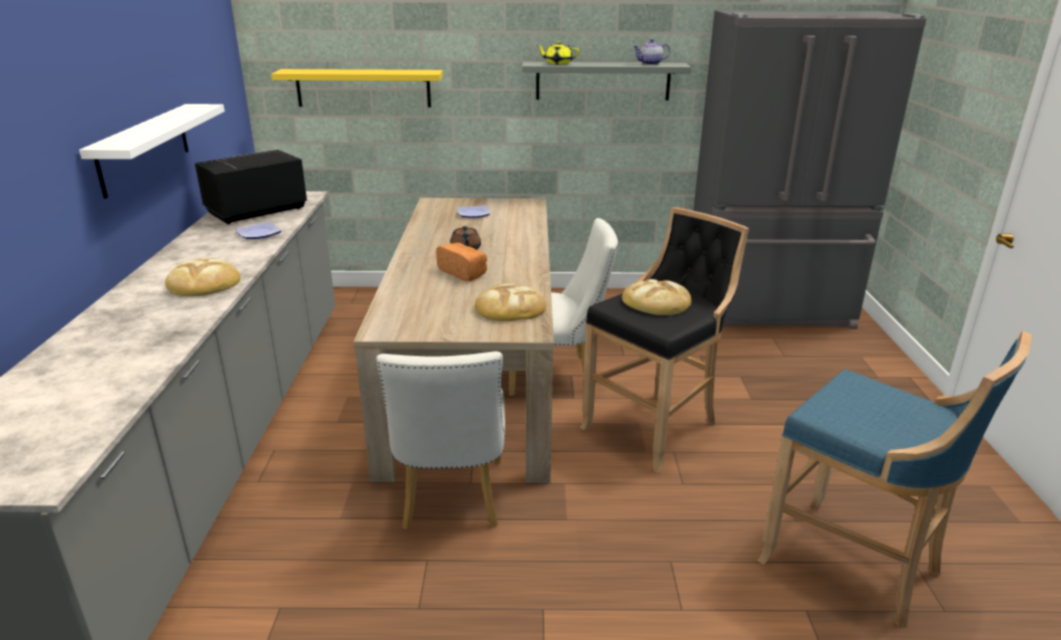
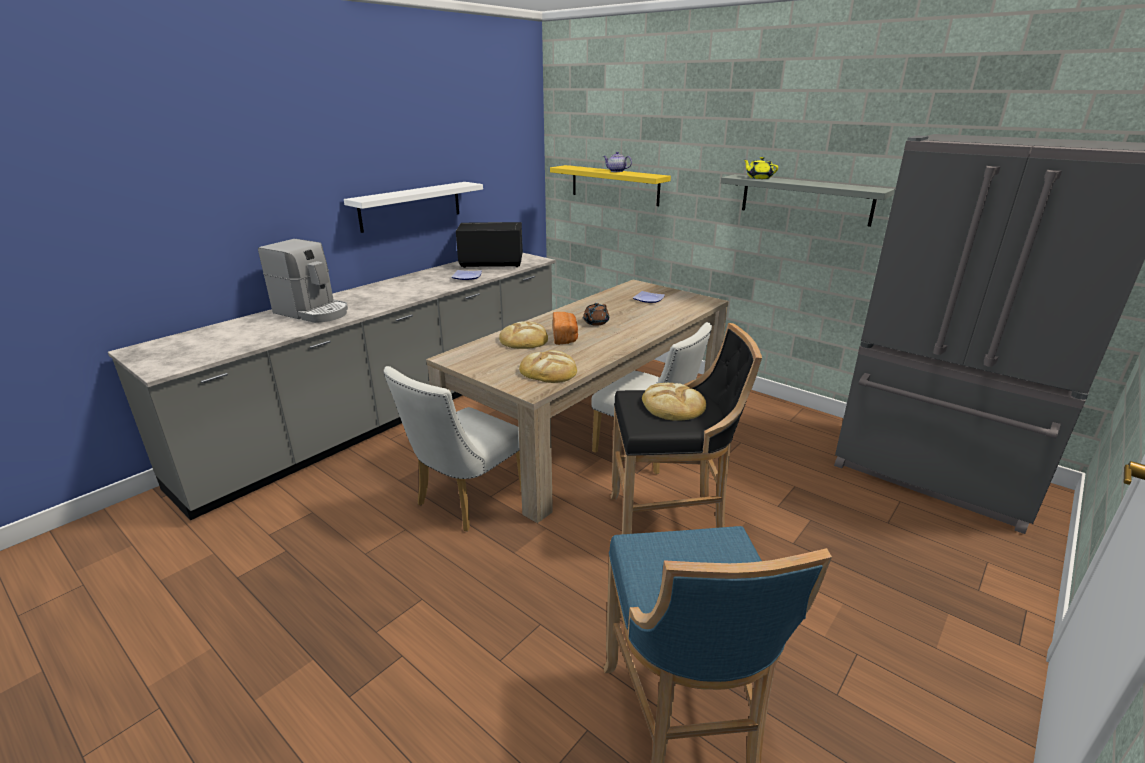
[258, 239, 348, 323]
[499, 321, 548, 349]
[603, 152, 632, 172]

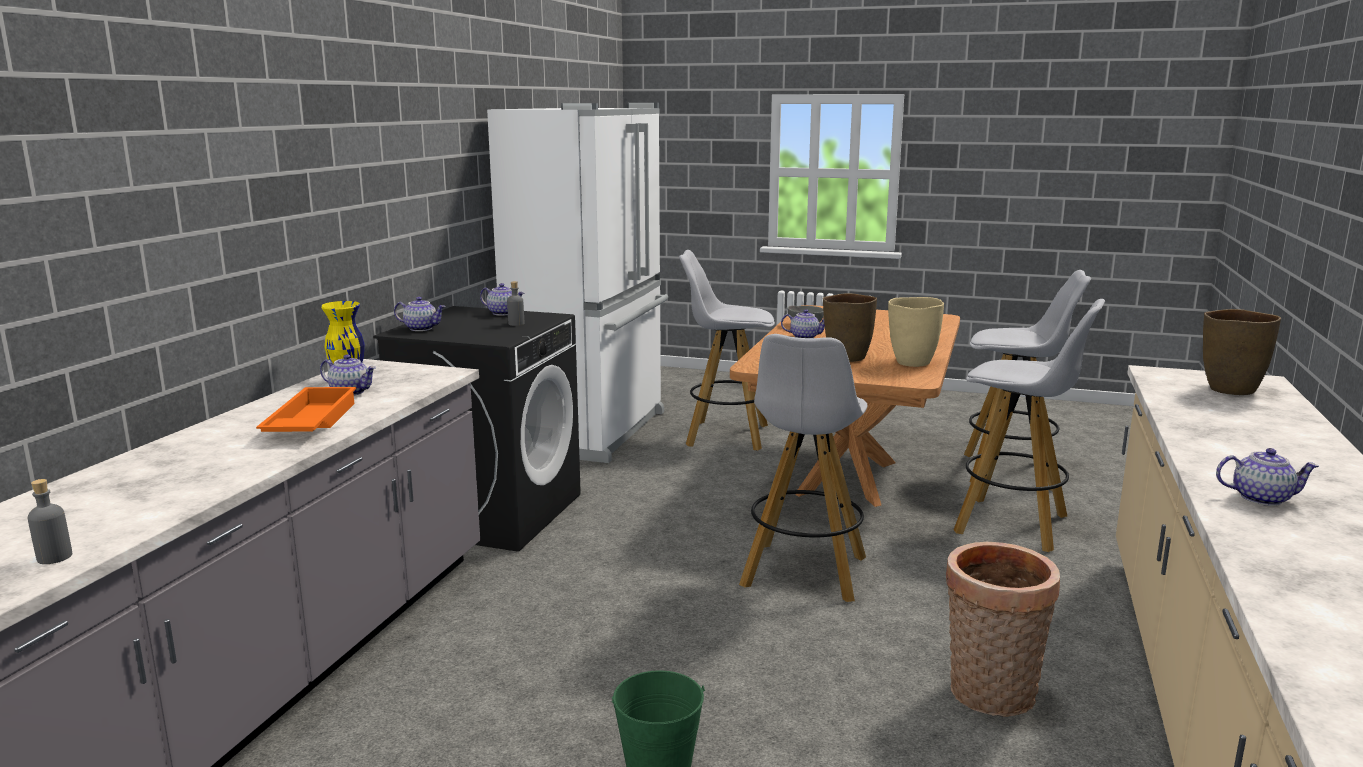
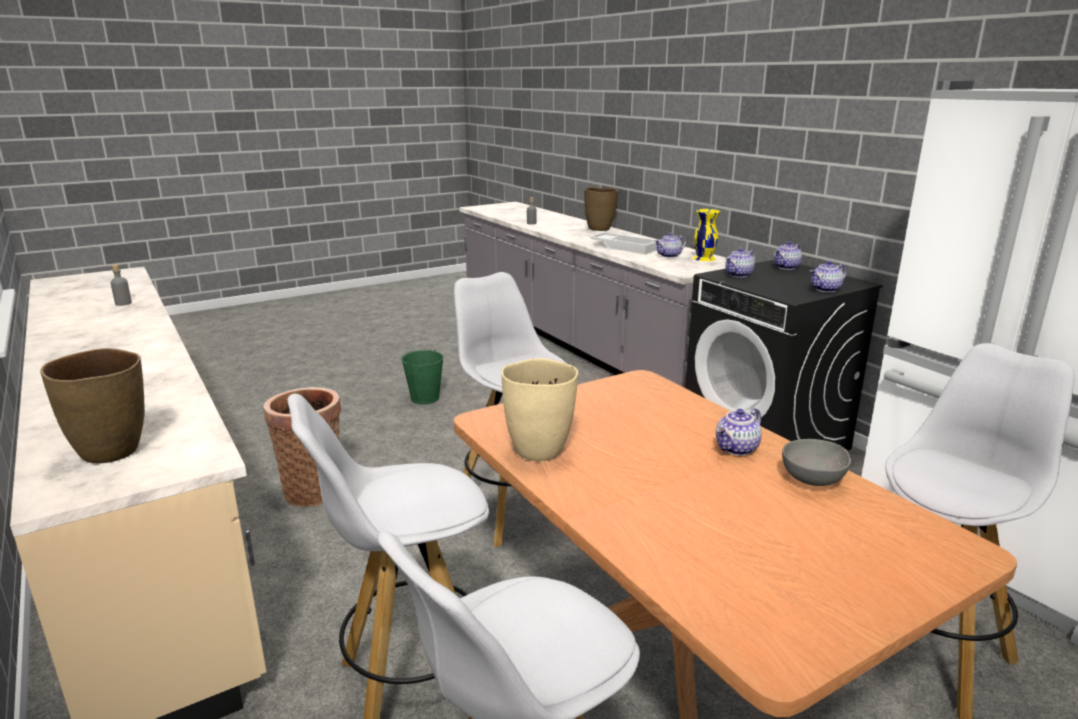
[111, 264, 132, 306]
[584, 187, 618, 231]
[725, 248, 755, 277]
[589, 232, 660, 254]

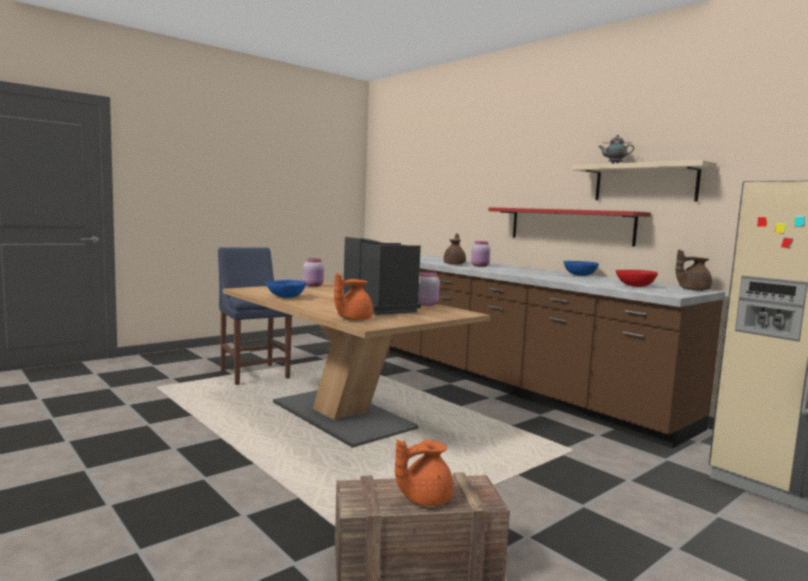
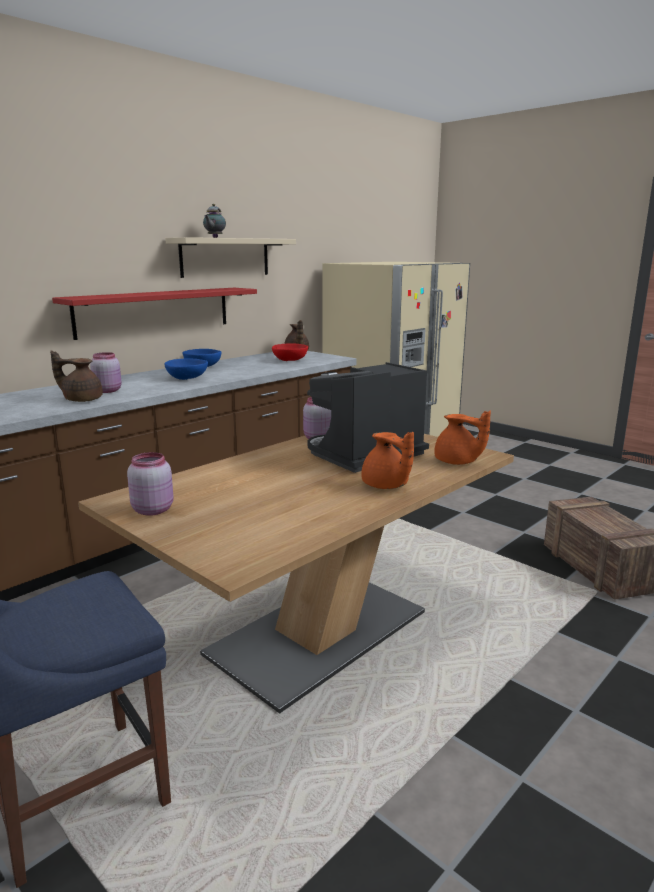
[164, 358, 208, 380]
[361, 432, 414, 489]

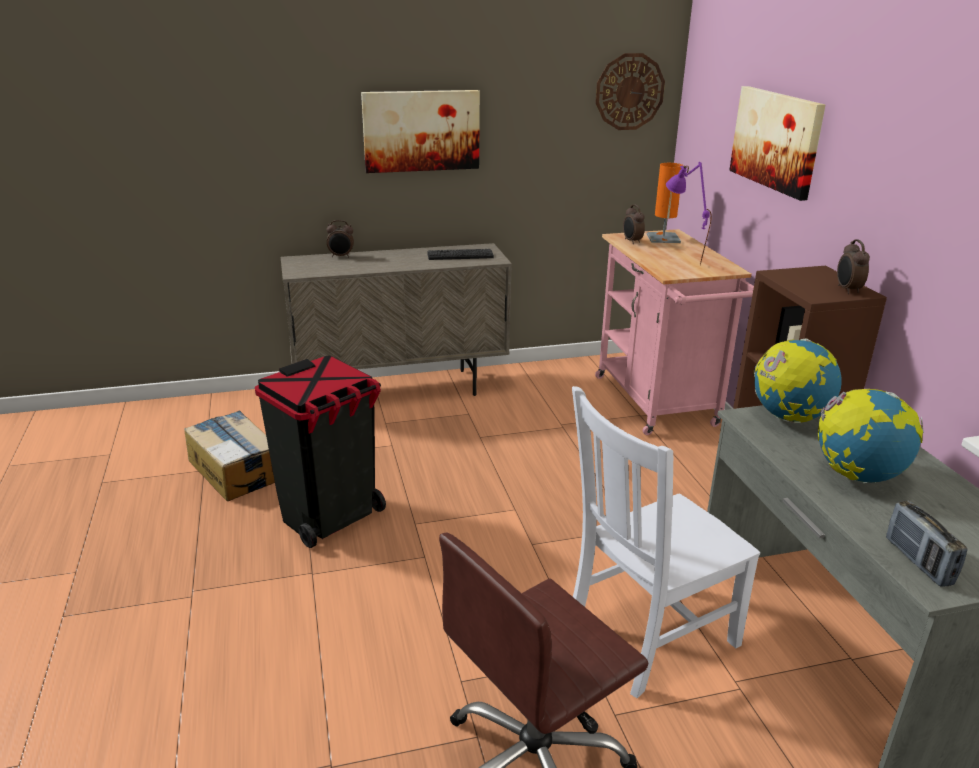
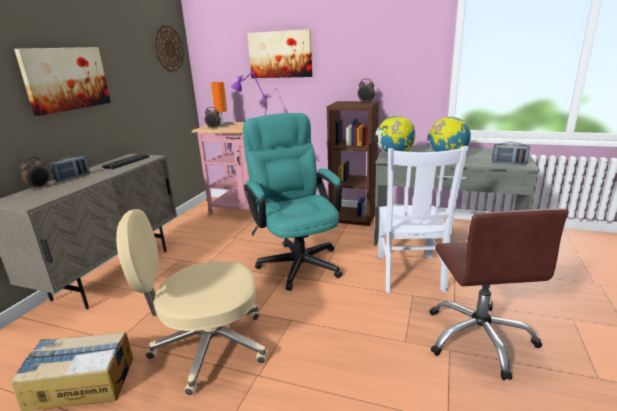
[50, 155, 90, 181]
[243, 113, 342, 291]
[116, 209, 266, 396]

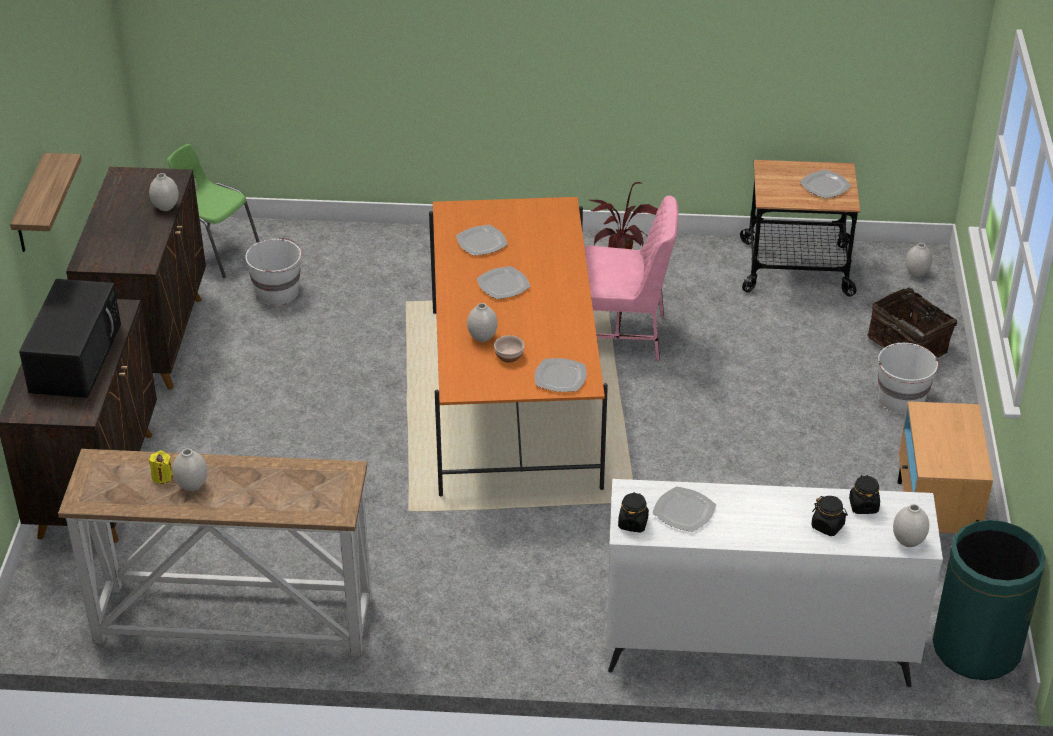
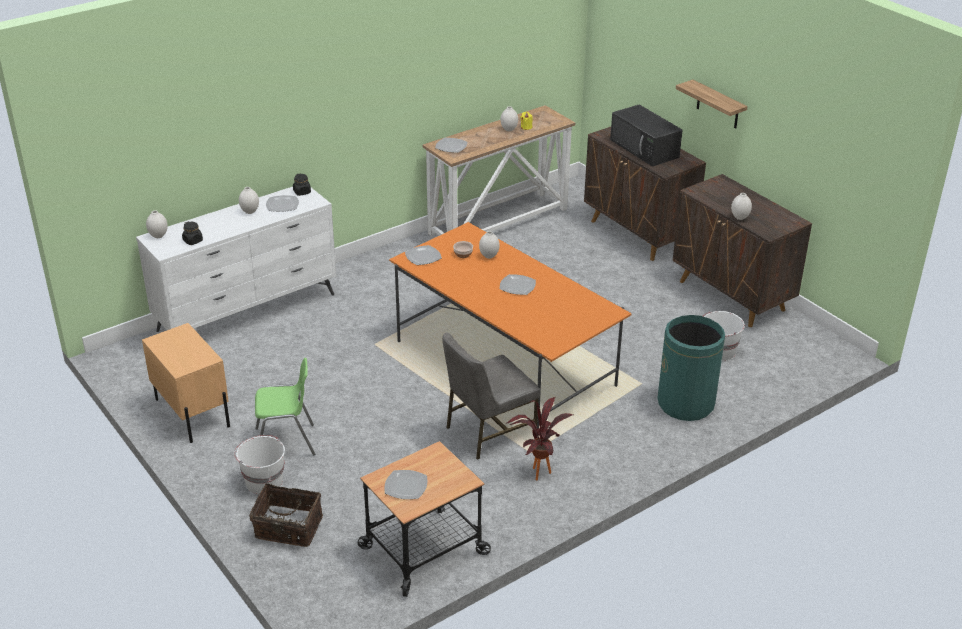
[811, 496, 848, 536] (first image)
[255, 358, 315, 455]
[435, 138, 467, 153]
[239, 187, 259, 214]
[658, 315, 725, 421]
[442, 333, 541, 460]

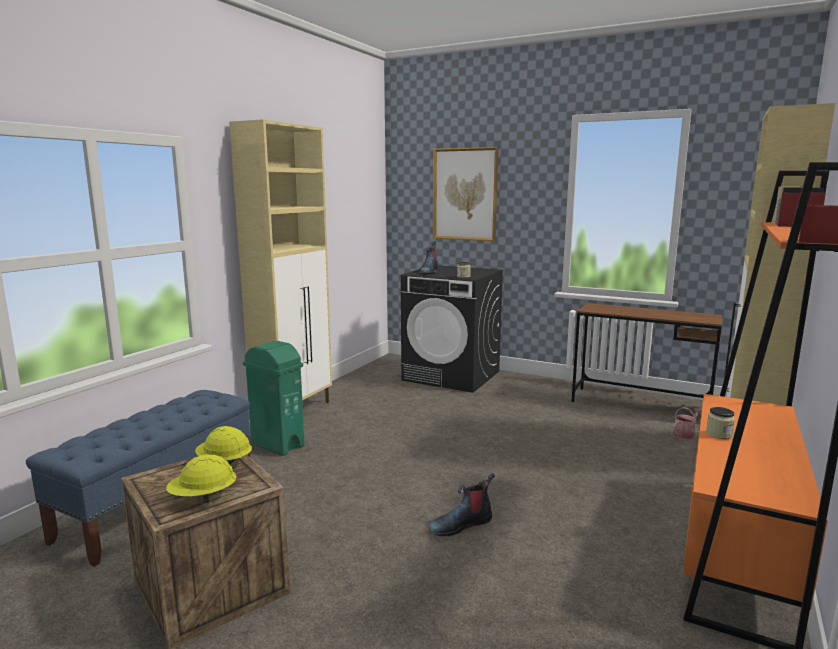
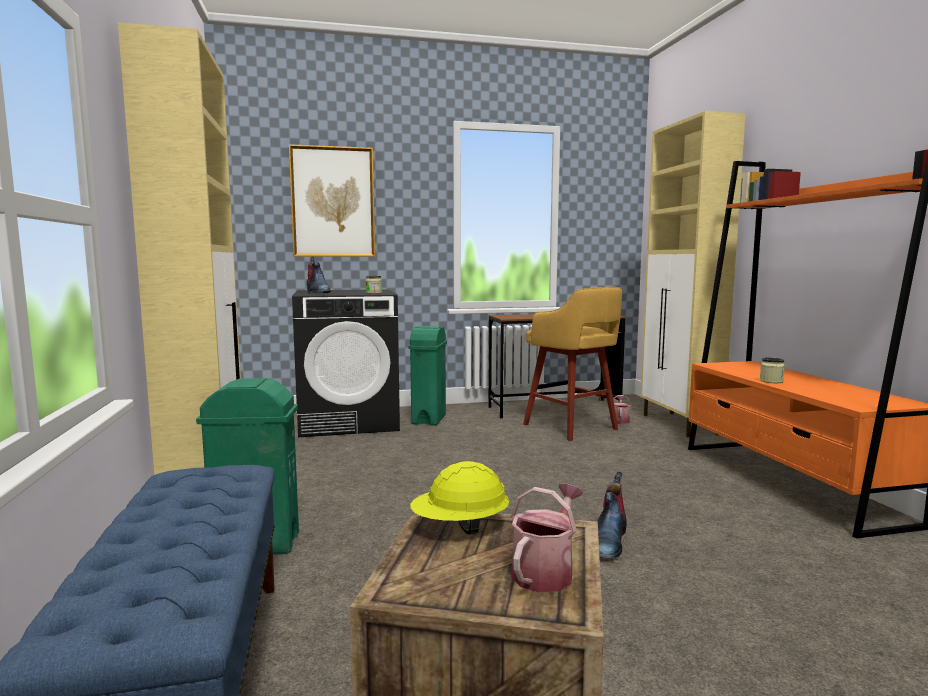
[408, 326, 447, 425]
[523, 287, 622, 441]
[511, 483, 583, 593]

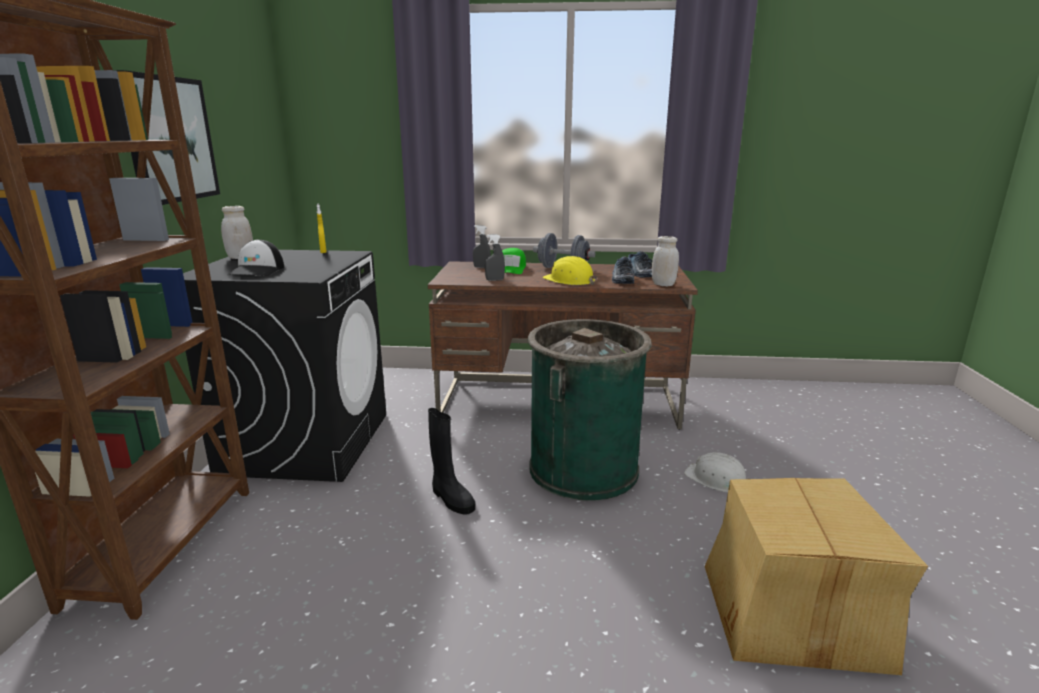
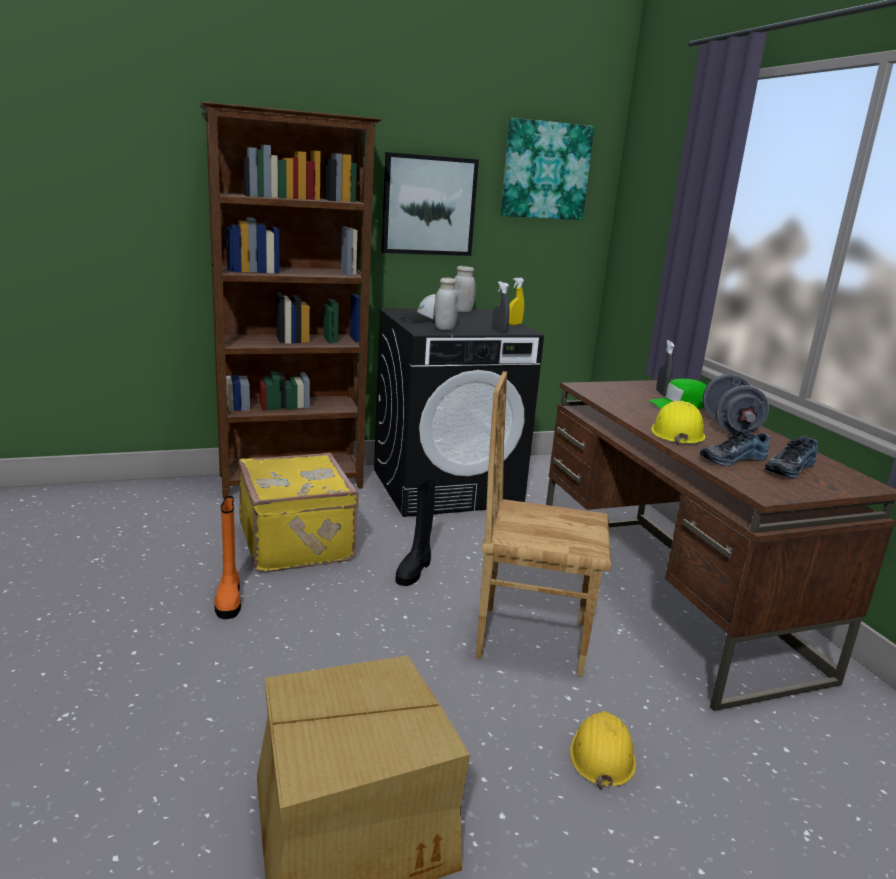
[214, 496, 241, 619]
[239, 453, 359, 572]
[501, 118, 594, 220]
[492, 281, 510, 333]
[434, 277, 458, 330]
[476, 371, 611, 676]
[570, 711, 636, 790]

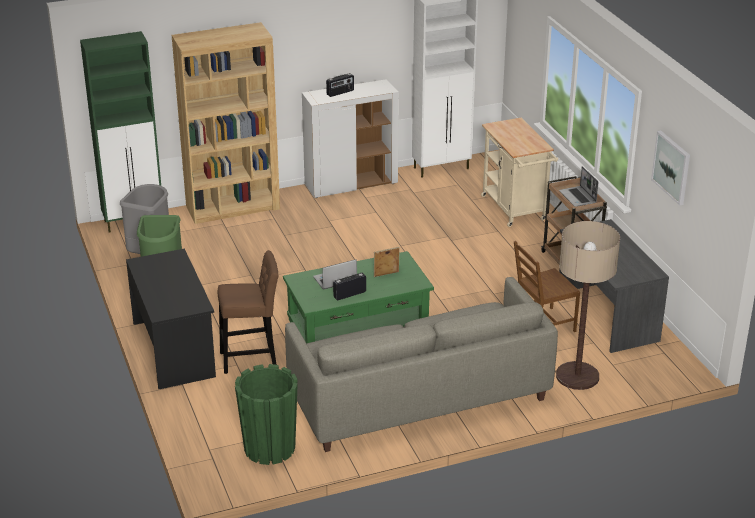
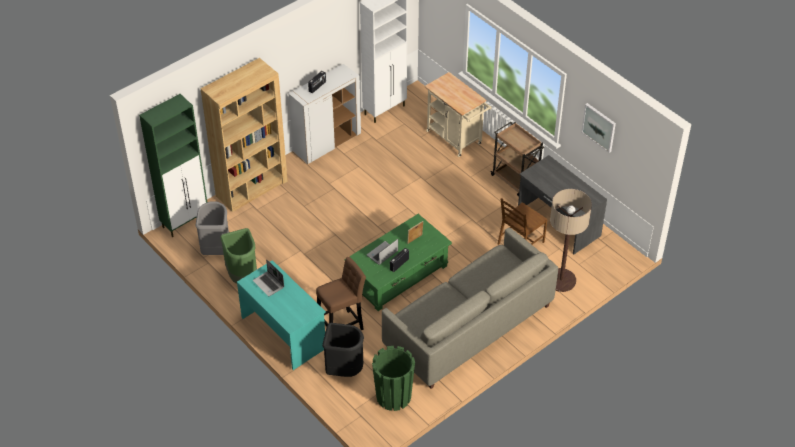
[322, 323, 364, 377]
[253, 259, 284, 296]
[237, 260, 326, 370]

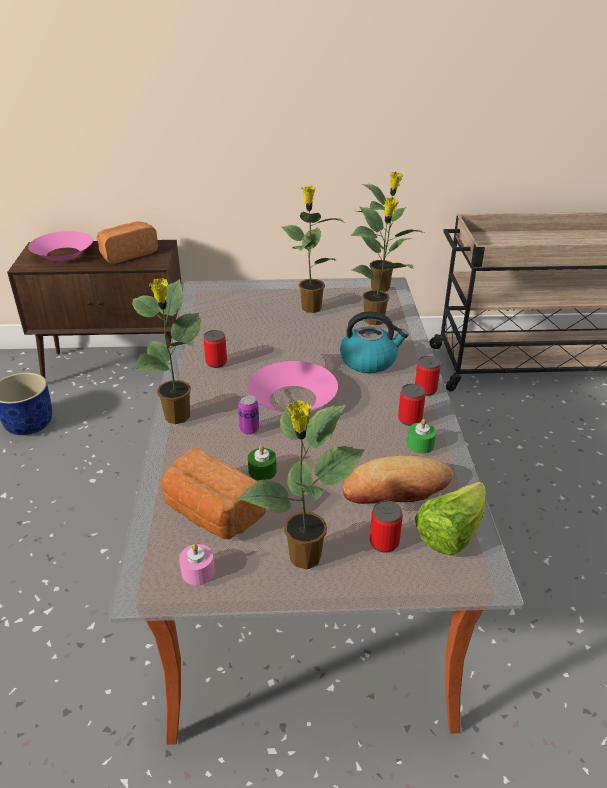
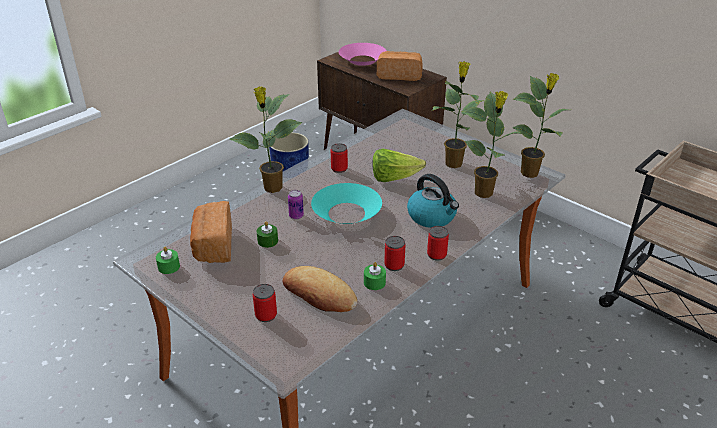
[237, 400, 365, 569] (first image)
[372, 149, 426, 182]
[156, 247, 180, 274]
[311, 183, 382, 224]

